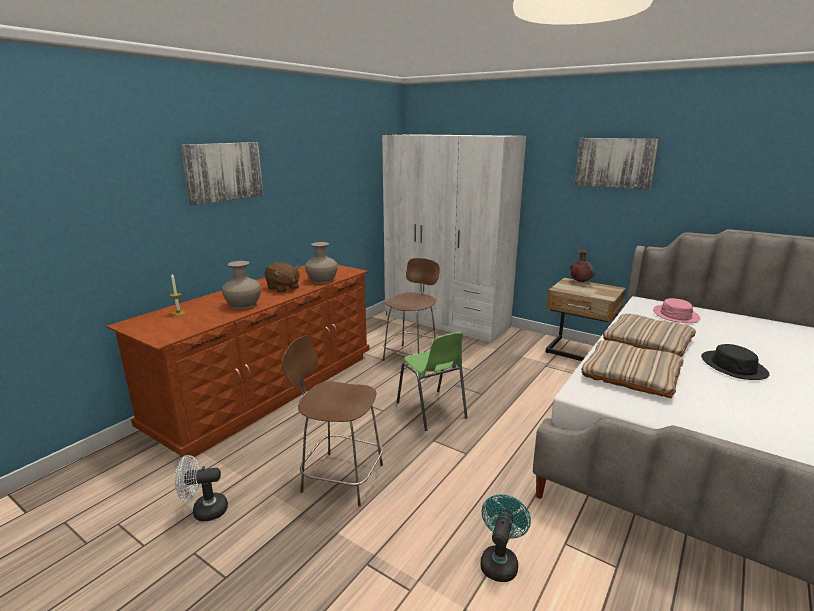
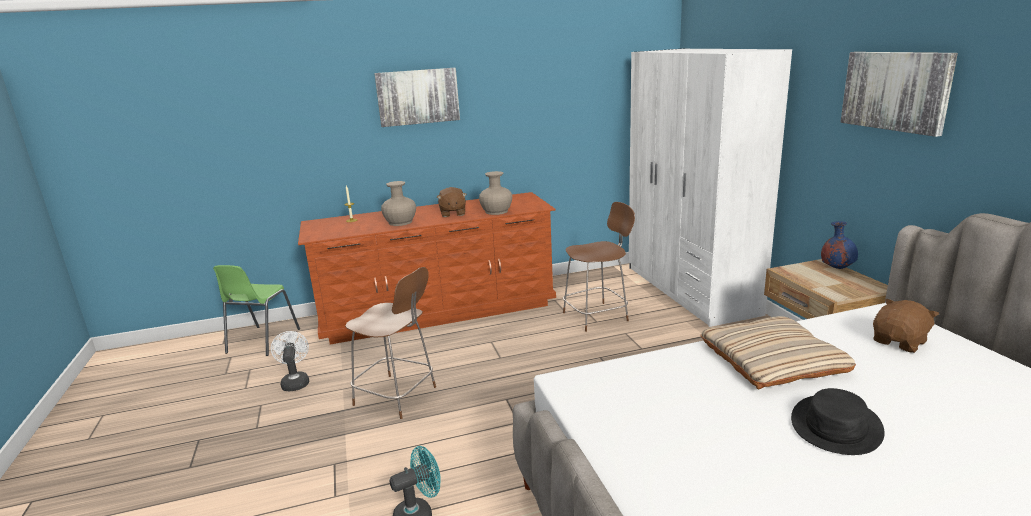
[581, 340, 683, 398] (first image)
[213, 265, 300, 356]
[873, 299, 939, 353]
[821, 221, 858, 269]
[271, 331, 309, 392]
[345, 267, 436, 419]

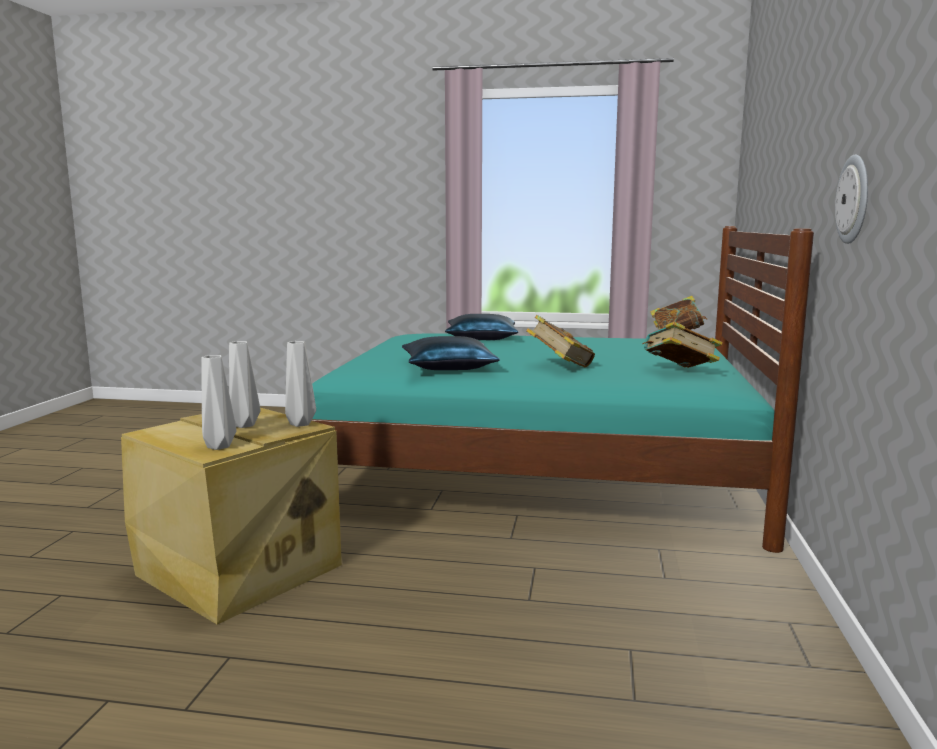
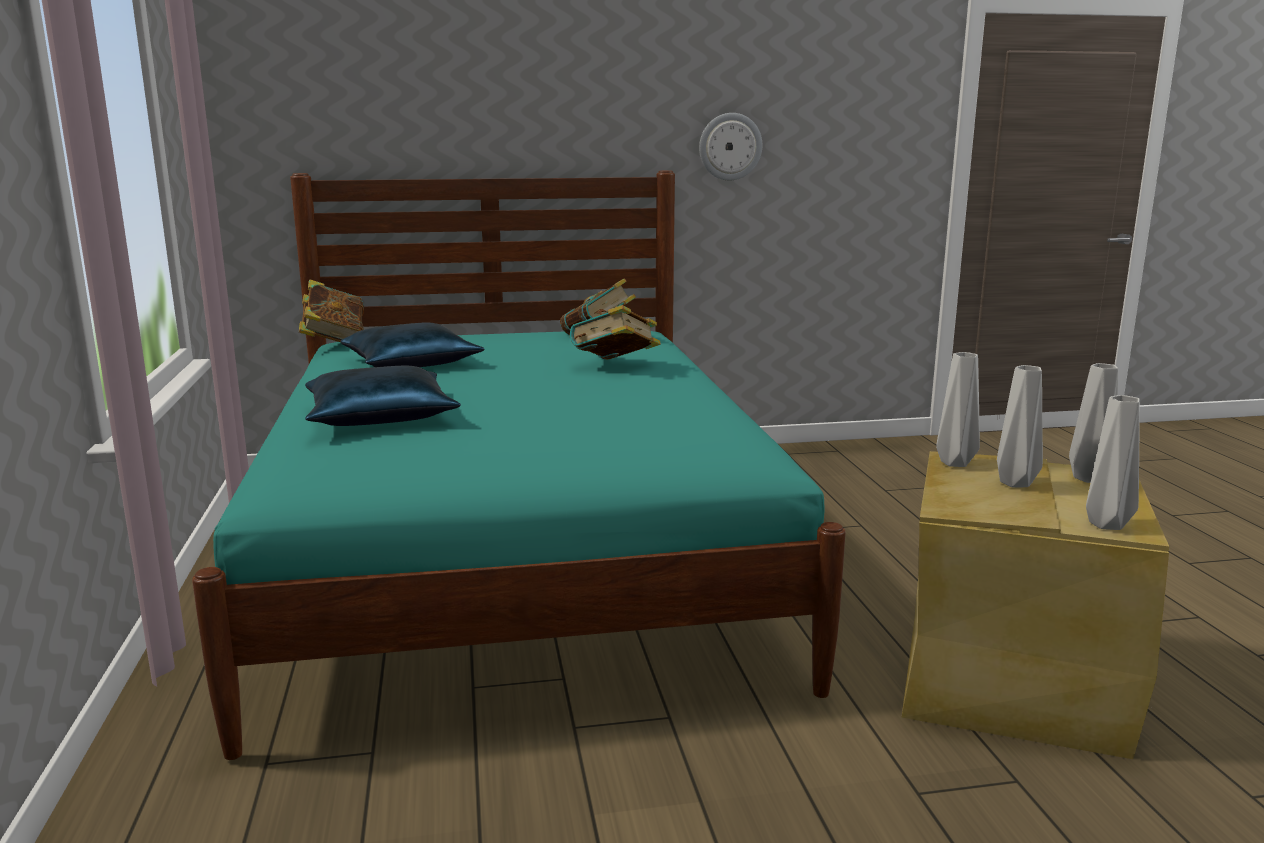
[1086, 395, 1140, 530]
[340, 322, 485, 367]

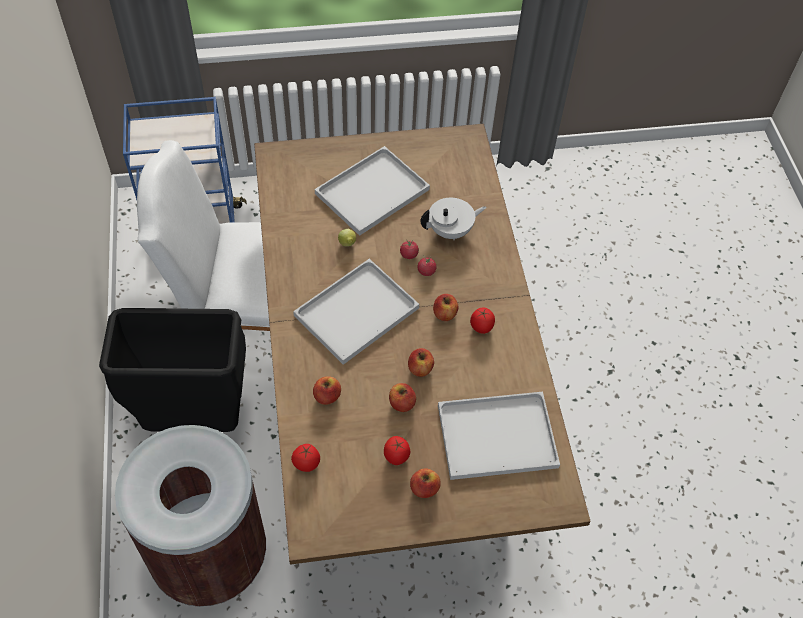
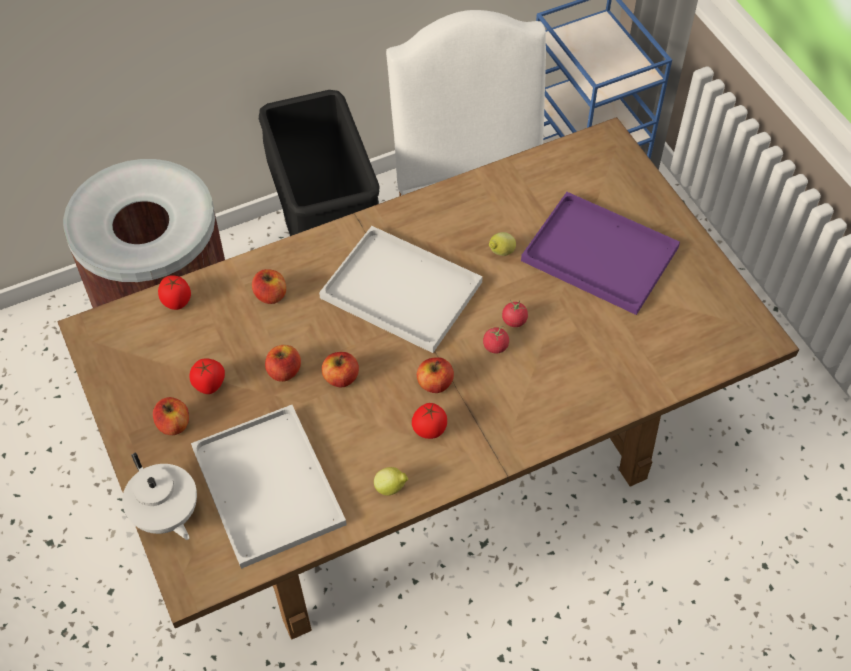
[374, 467, 408, 496]
[122, 453, 197, 540]
[521, 192, 680, 315]

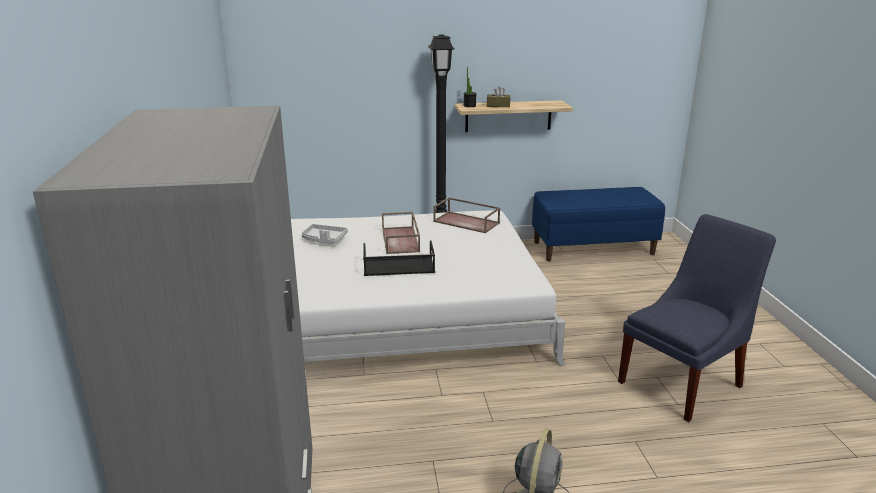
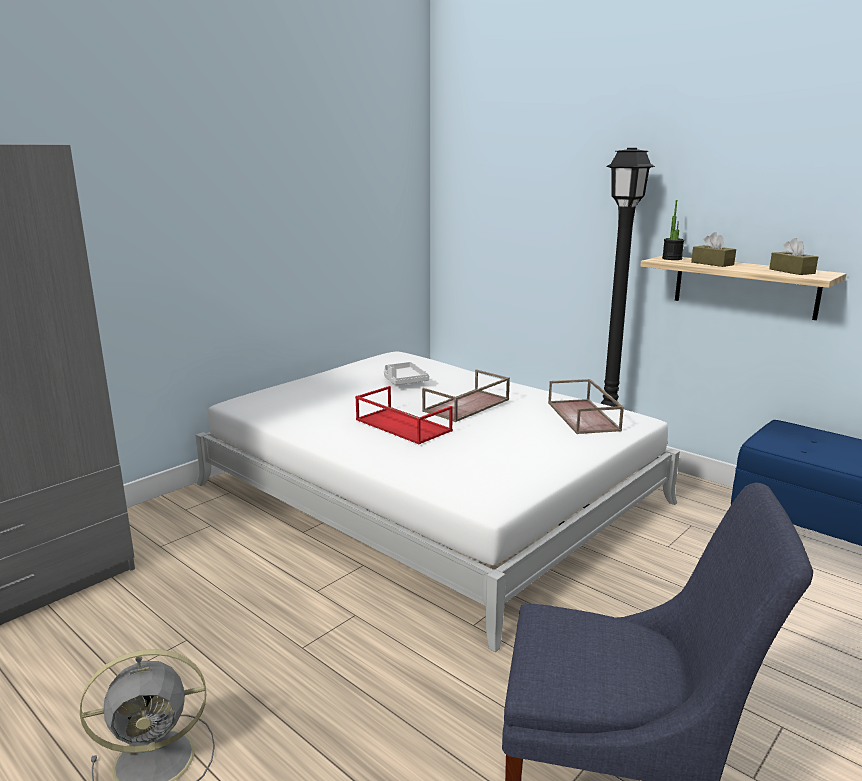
[769, 238, 818, 275]
[355, 386, 453, 444]

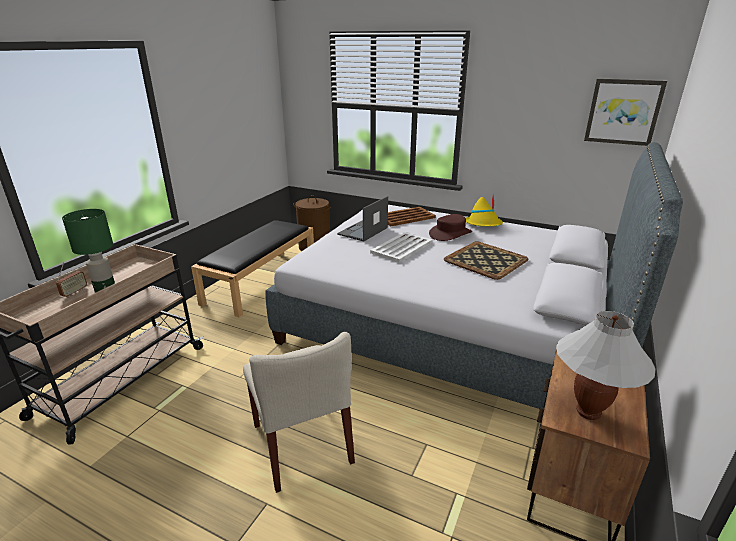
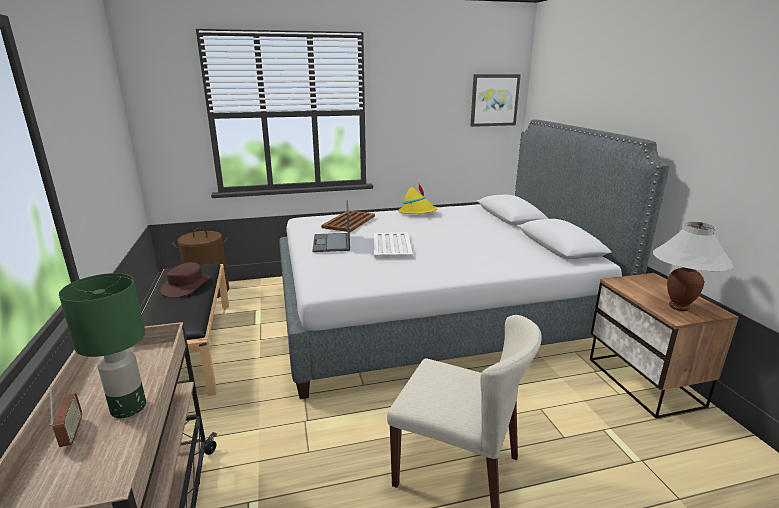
[444, 241, 529, 280] (first image)
[161, 262, 211, 298]

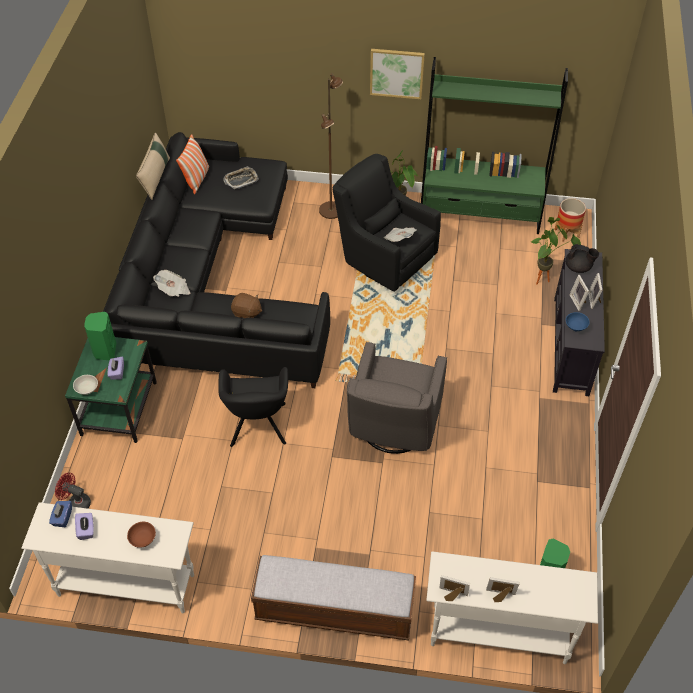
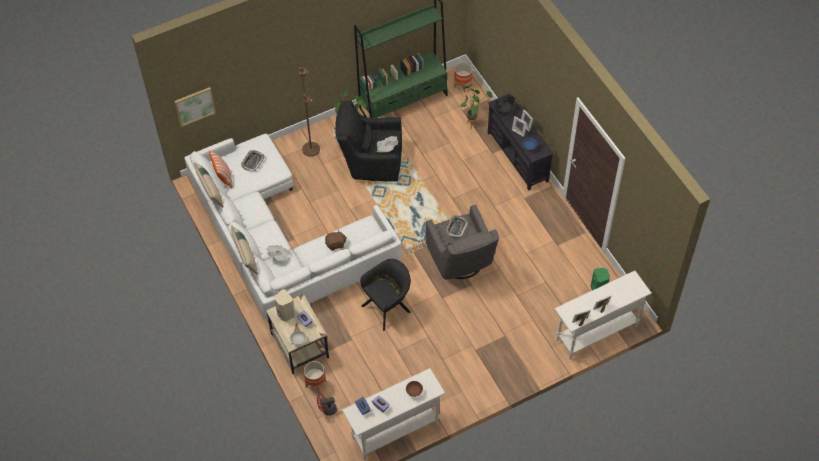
[251, 555, 416, 640] (first image)
[231, 226, 258, 275]
[304, 361, 326, 393]
[445, 215, 468, 237]
[174, 87, 216, 127]
[266, 294, 329, 374]
[275, 290, 295, 321]
[184, 134, 402, 324]
[360, 259, 411, 331]

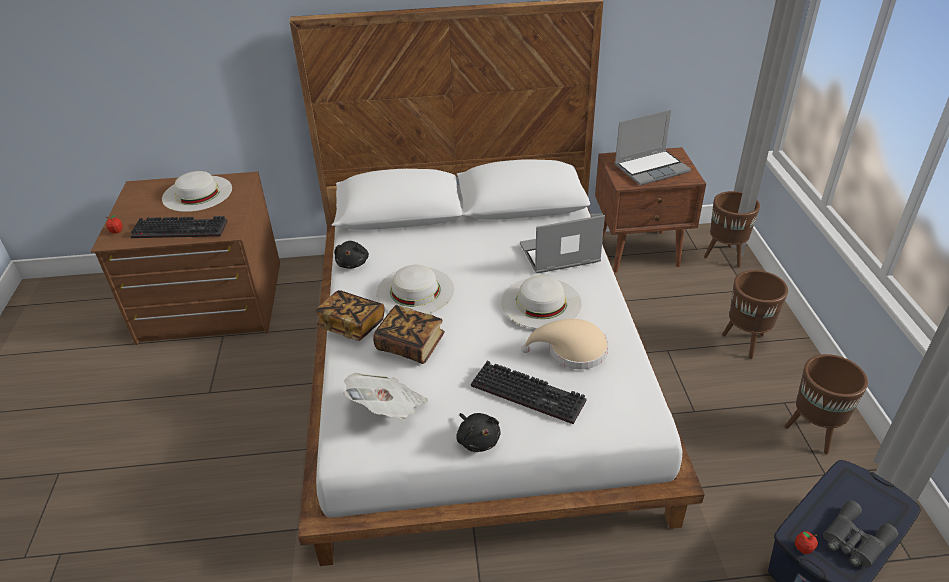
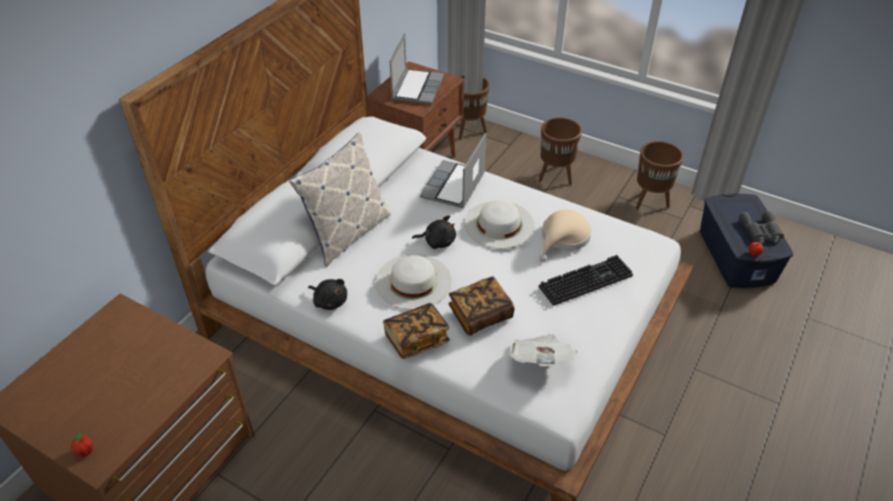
[131, 216, 228, 238] (first image)
[162, 171, 232, 212] (first image)
[289, 132, 391, 267]
[412, 216, 456, 249]

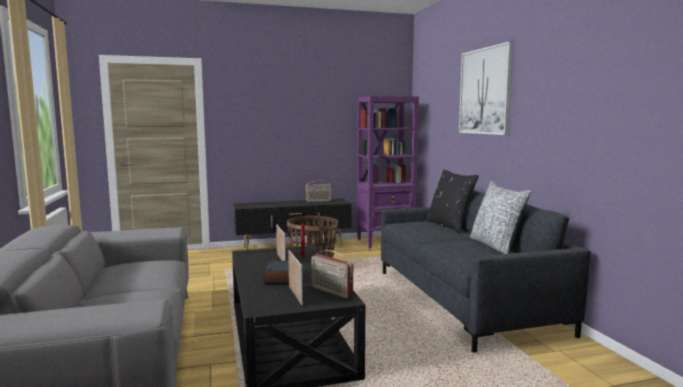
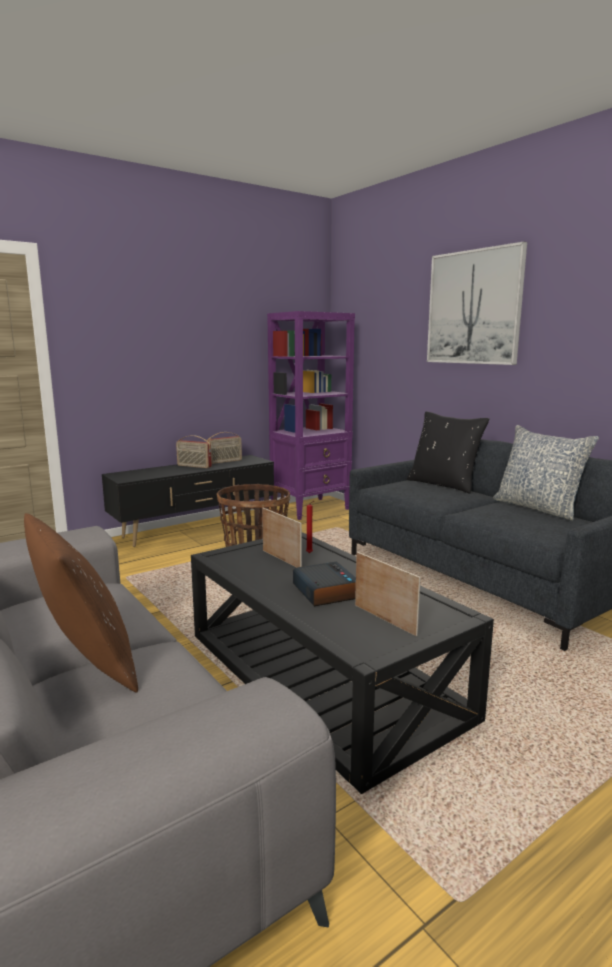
[24, 513, 138, 693]
[176, 435, 212, 468]

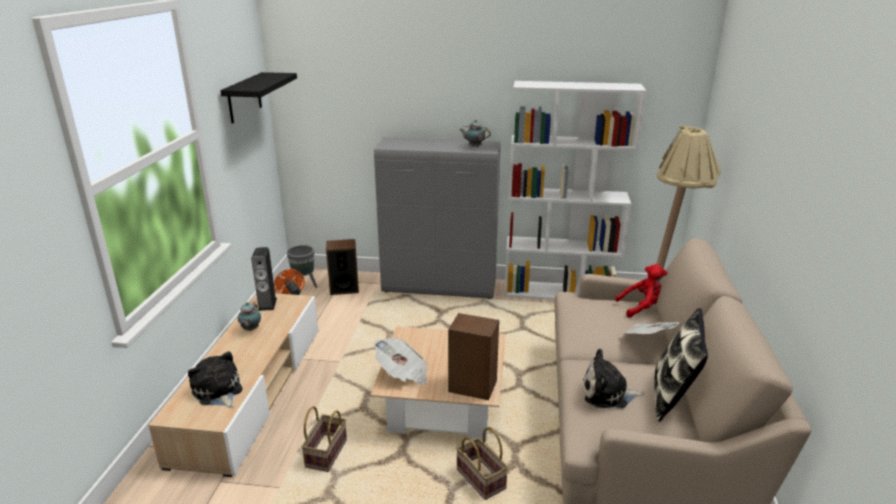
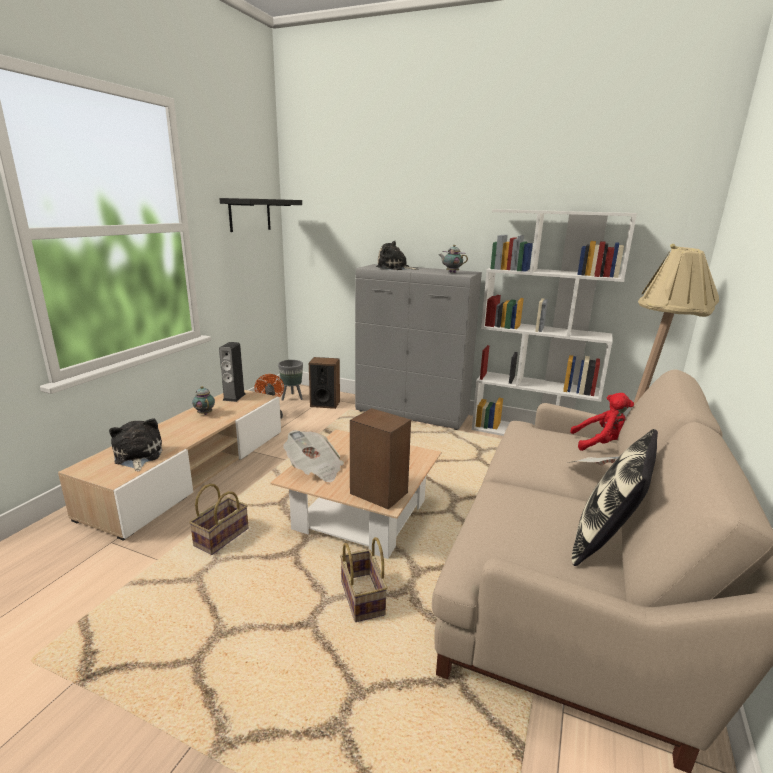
[376, 241, 418, 270]
[192, 386, 215, 415]

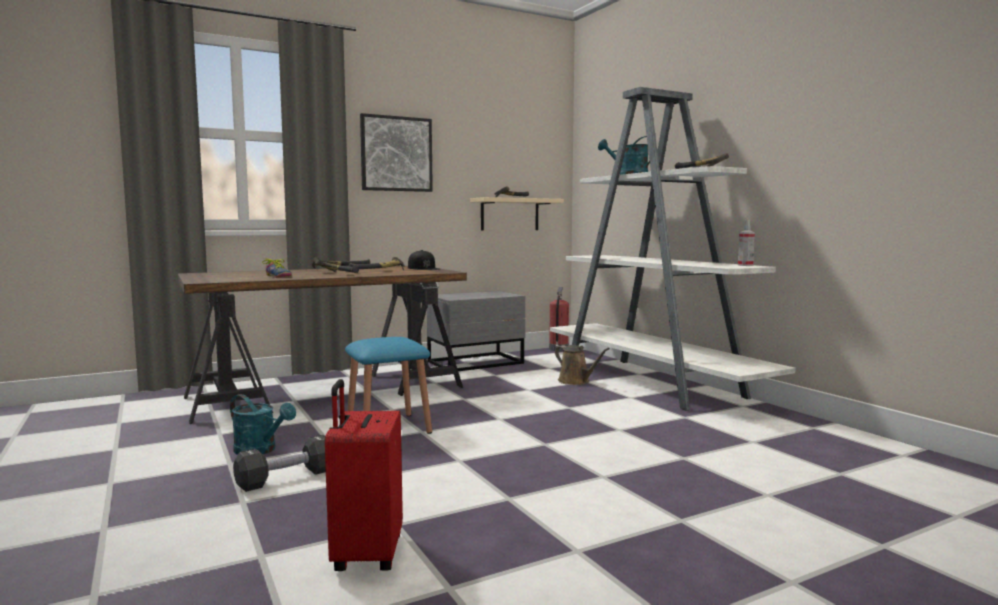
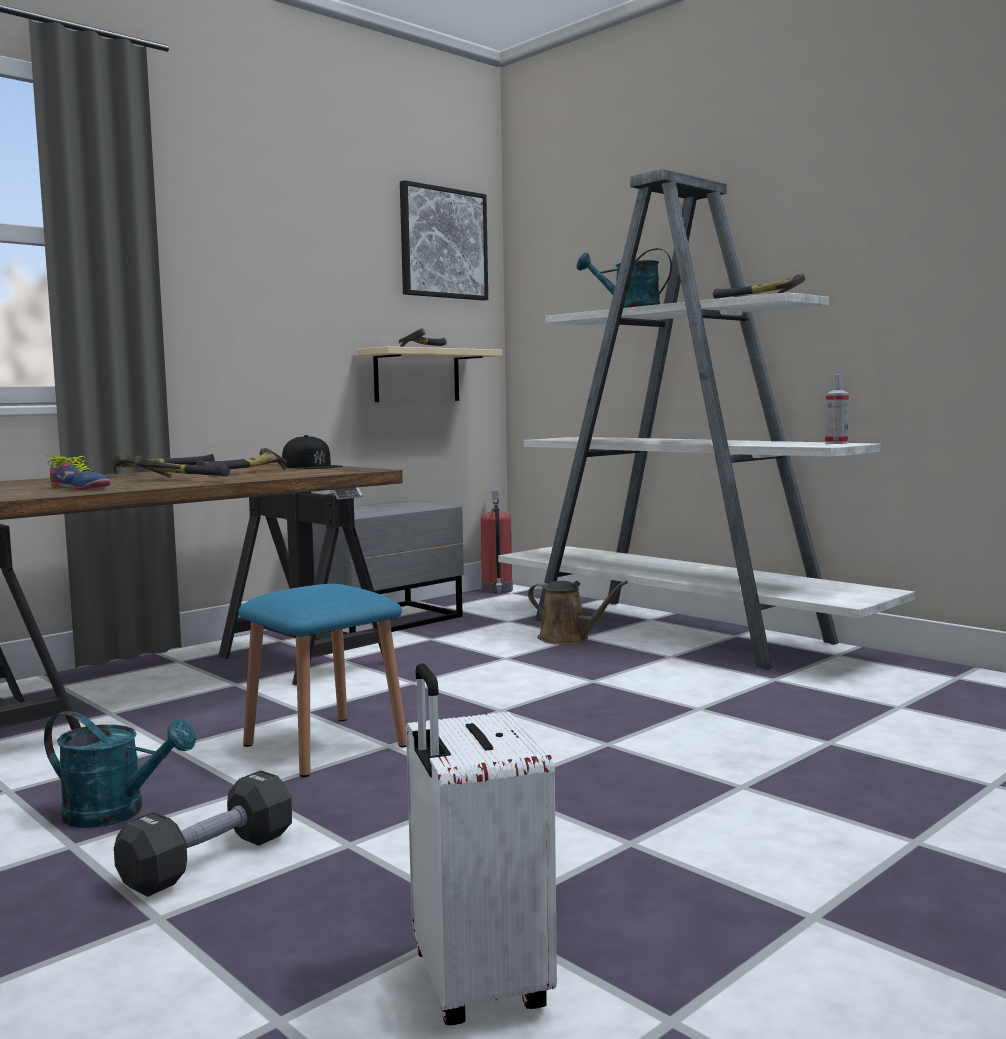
[400, 180, 488, 301]
[406, 663, 557, 1025]

